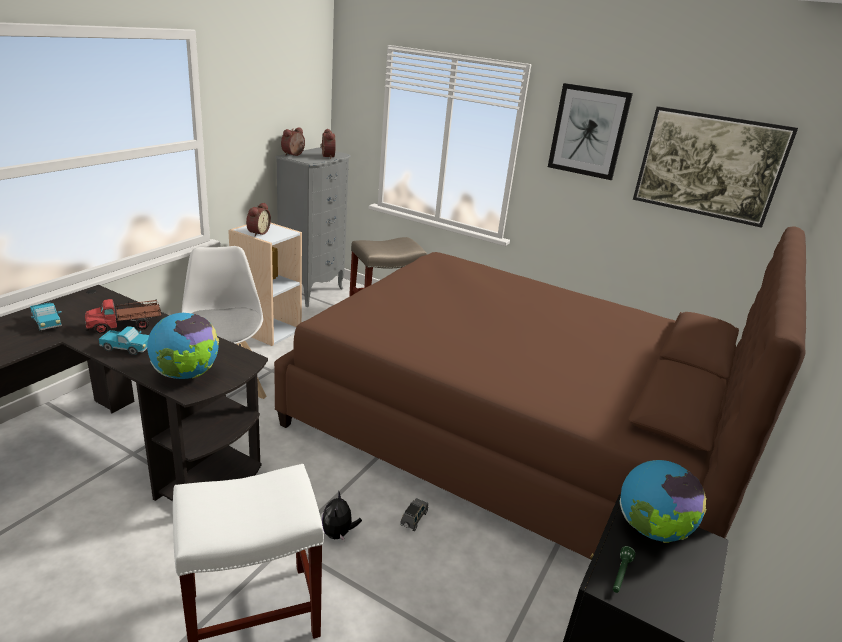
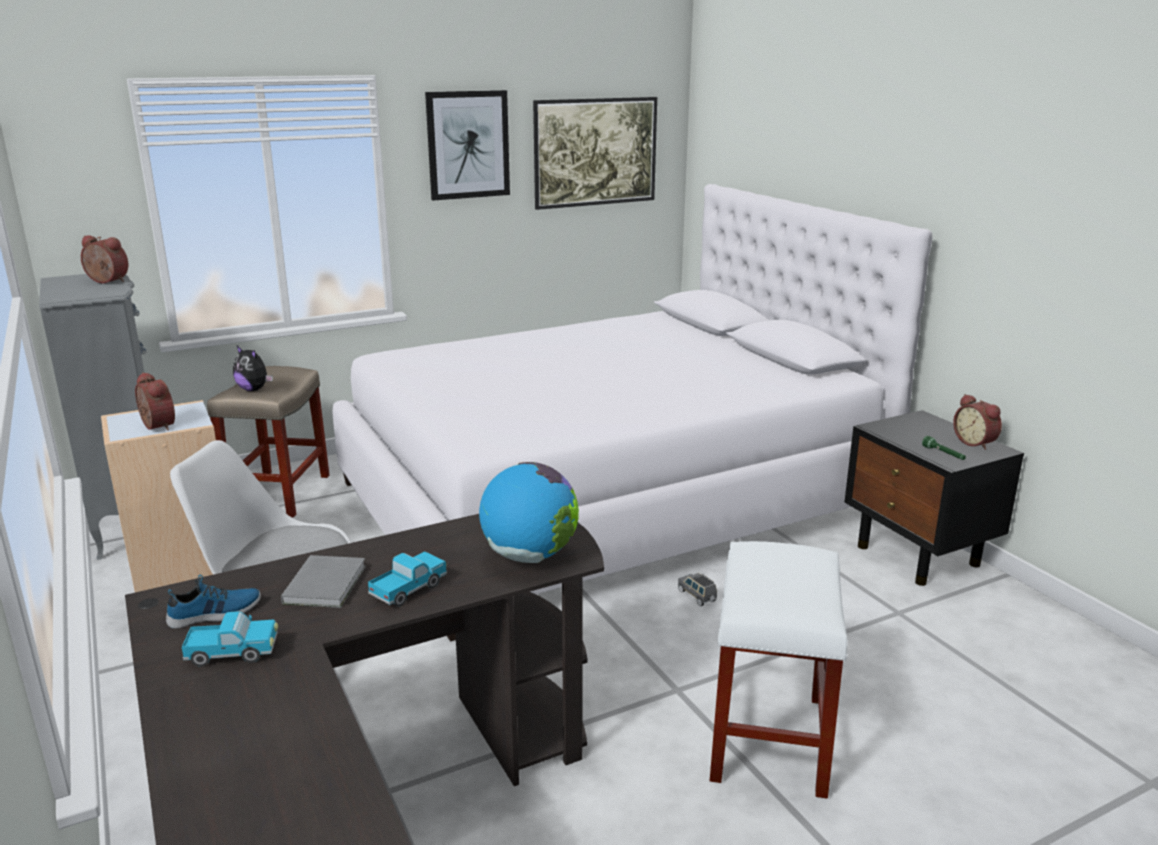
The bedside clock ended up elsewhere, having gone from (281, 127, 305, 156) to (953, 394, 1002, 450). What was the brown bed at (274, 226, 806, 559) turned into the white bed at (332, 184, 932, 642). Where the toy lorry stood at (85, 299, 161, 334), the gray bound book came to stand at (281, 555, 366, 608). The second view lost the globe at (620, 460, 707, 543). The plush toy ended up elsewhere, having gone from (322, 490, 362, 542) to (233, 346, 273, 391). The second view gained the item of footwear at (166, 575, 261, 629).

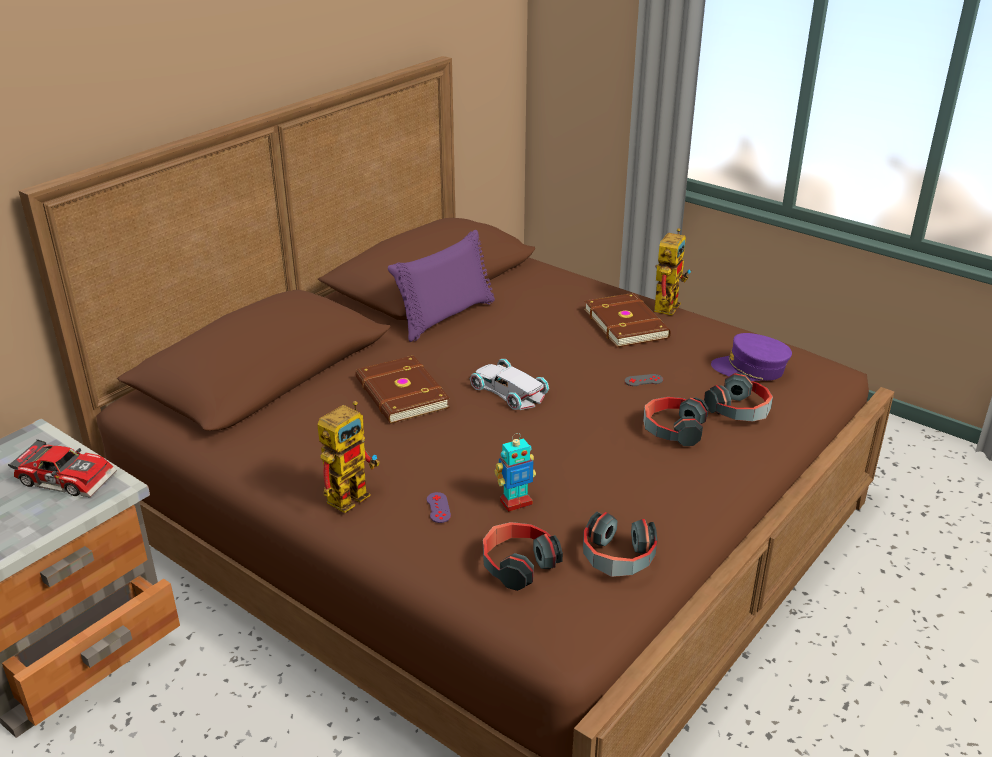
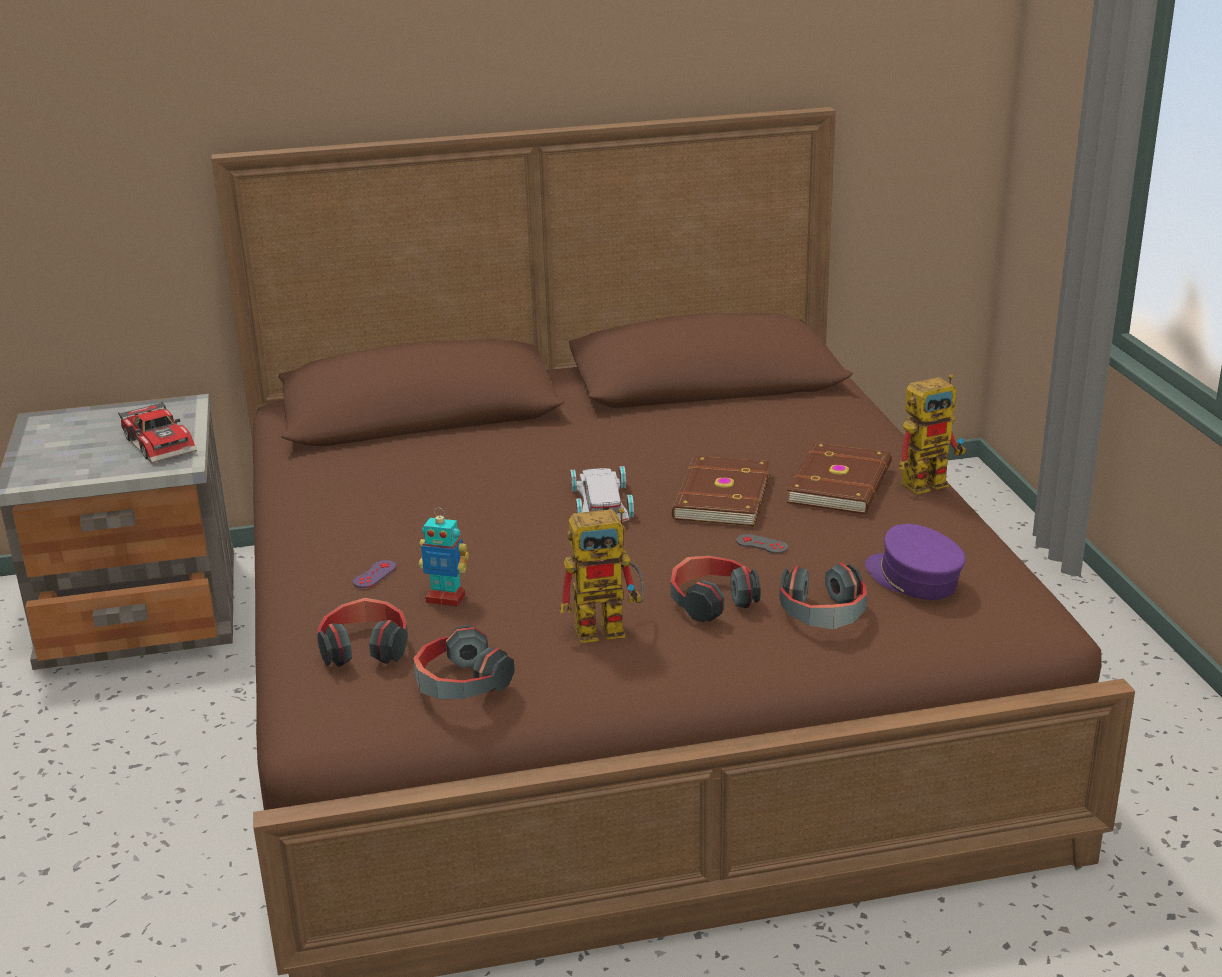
The second view lost the purple pillow at (388, 230, 495, 342). The brown bound book ended up elsewhere, having gone from (356, 355, 450, 424) to (672, 456, 771, 526). The toy robot ended up elsewhere, having gone from (317, 401, 380, 513) to (559, 507, 644, 643).

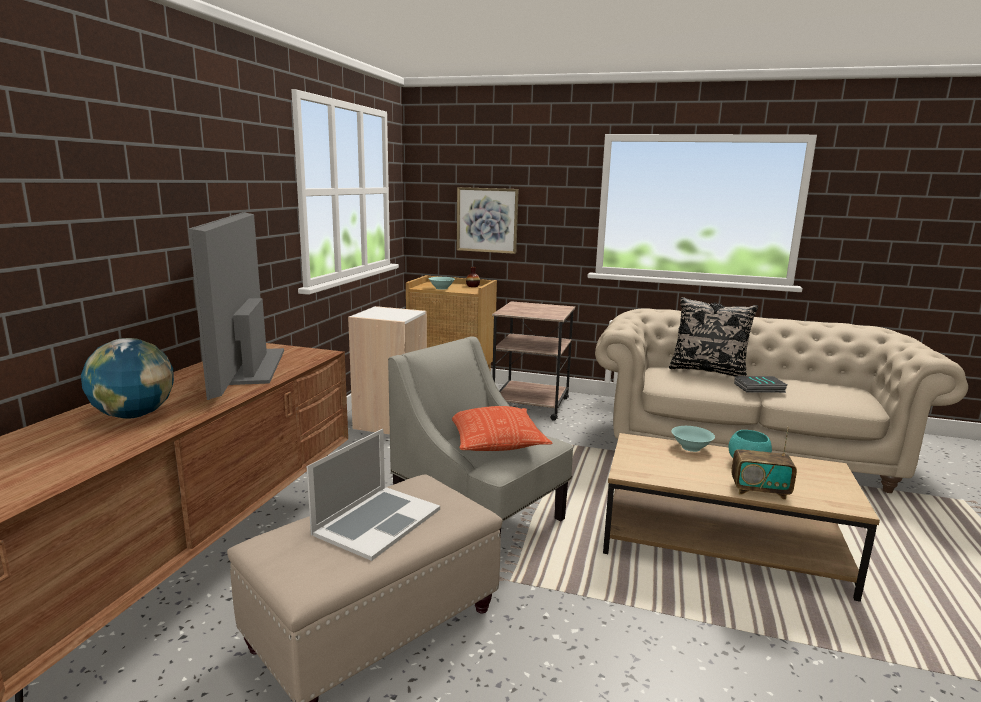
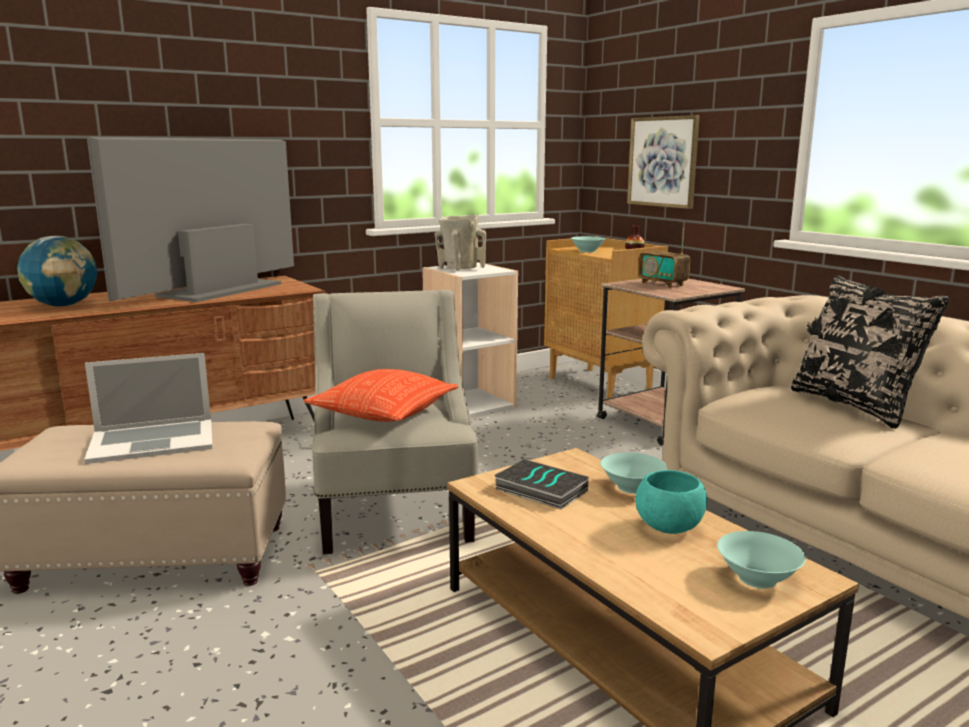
The bound book ended up elsewhere, having gone from (734, 376, 787, 393) to (494, 459, 589, 509). The radio receiver ended up elsewhere, having gone from (731, 427, 797, 500) to (638, 228, 690, 288). The second view gained the beige flower vase at (435, 214, 486, 270). The second view gained the blue-green serving bowl at (717, 531, 806, 589).

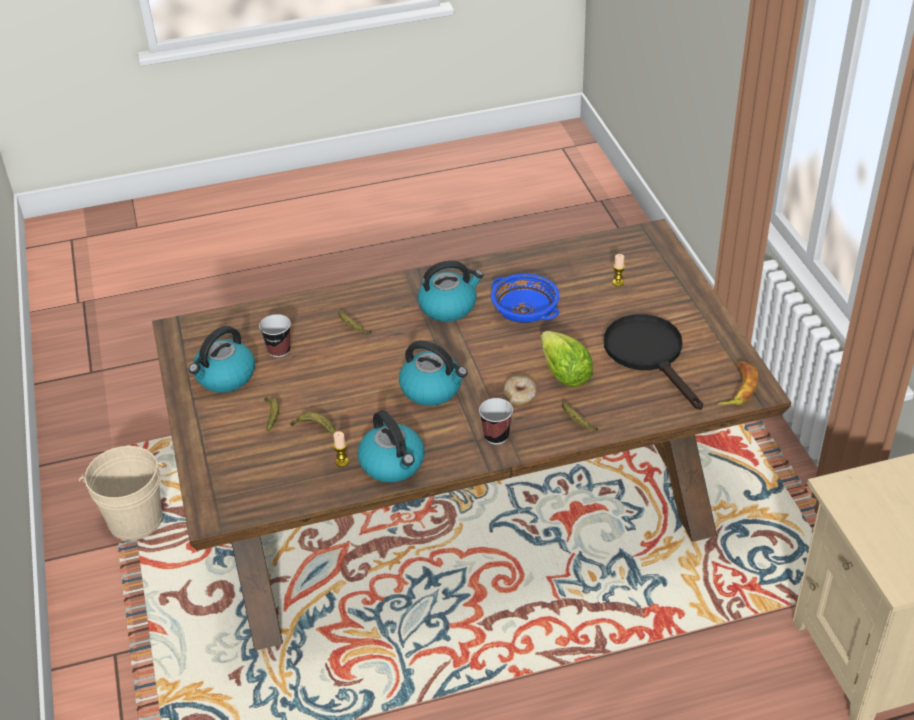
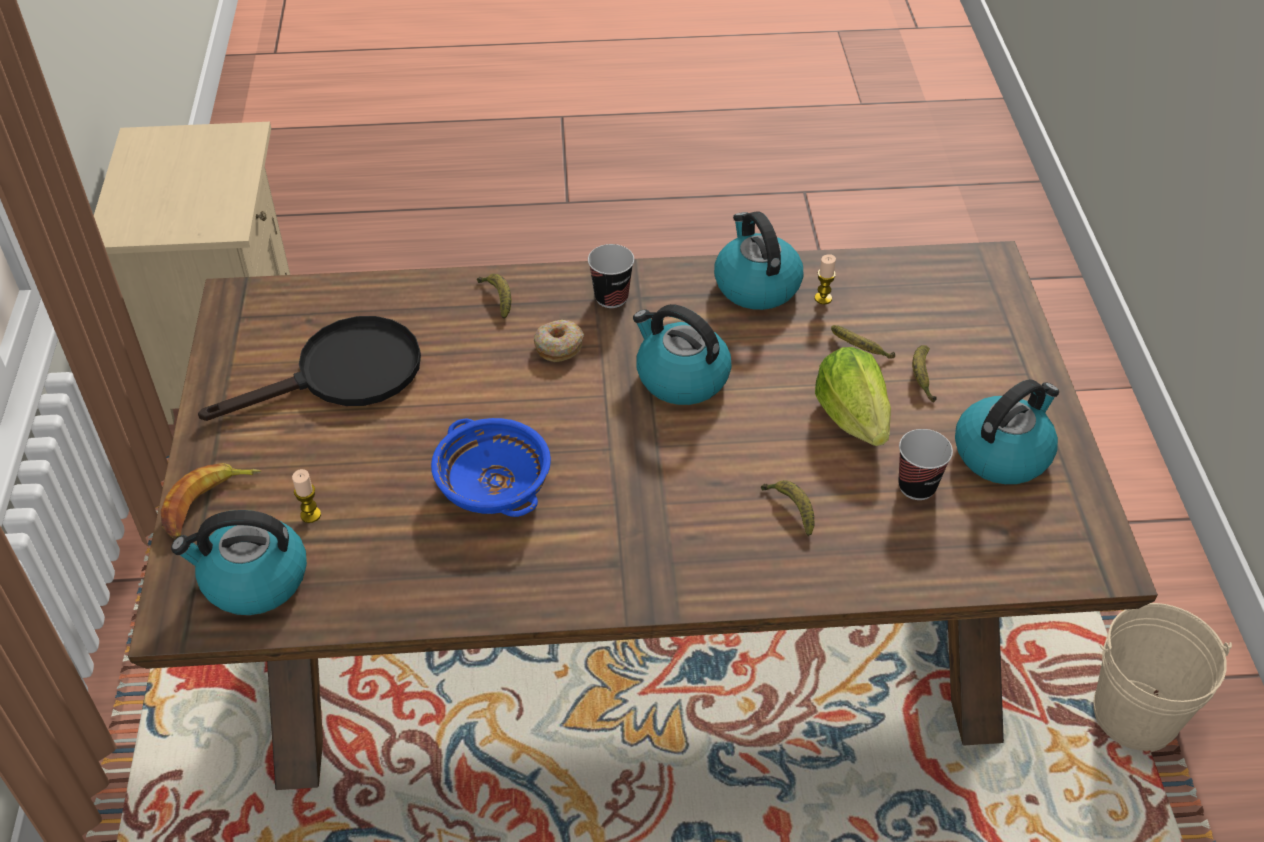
The kettle ended up elsewhere, having gone from (418, 260, 484, 322) to (171, 510, 307, 615). The black frying pan at (604, 314, 703, 410) ended up facing another way, 105 degrees counterclockwise from before. The lettuce head ended up elsewhere, having gone from (541, 331, 593, 387) to (815, 347, 891, 446). The banana fruit ended up elsewhere, having gone from (717, 361, 758, 406) to (161, 463, 262, 539).

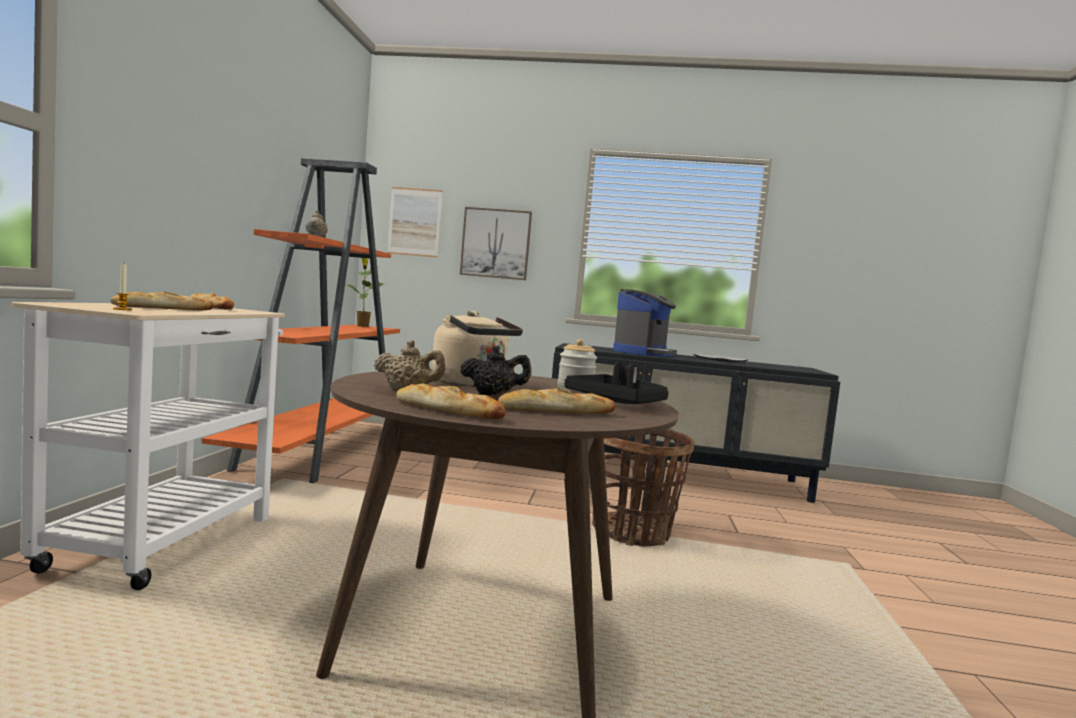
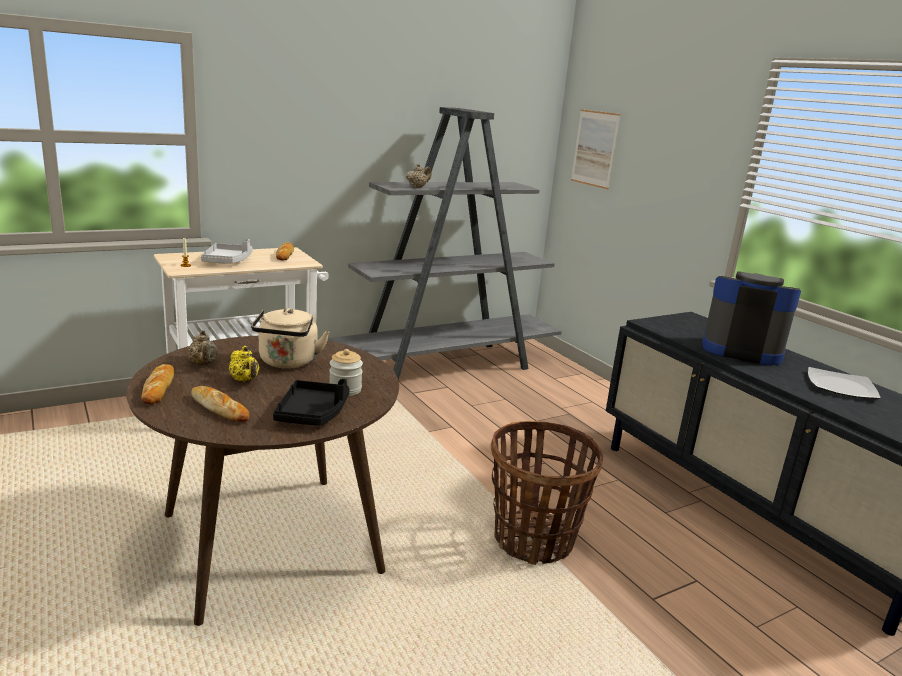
What was the orange-coloured bookcase at (201, 158, 400, 483) turned into the gray bookcase at (328, 107, 562, 381). The second view lost the wall art at (460, 207, 532, 280). The second view lost the potted plant at (345, 258, 386, 327). The coffee brewer at (613, 289, 677, 357) ended up facing another way, 150 degrees counterclockwise from before. Where the baked bread stood at (111, 292, 214, 311), the gray tray came to stand at (201, 239, 253, 264). What was the black pot for tea at (461, 346, 532, 396) turned into the yellow-coloured pot for tea at (229, 346, 259, 382).

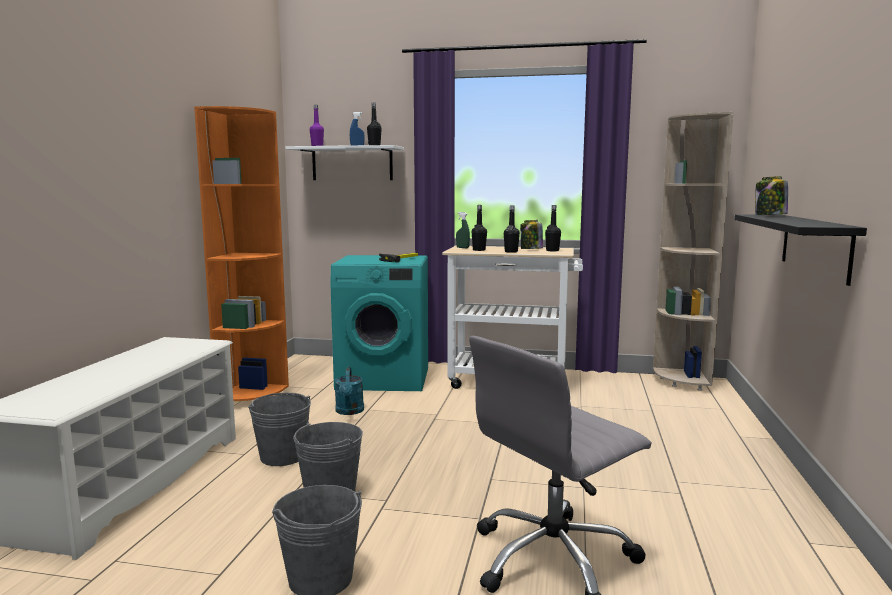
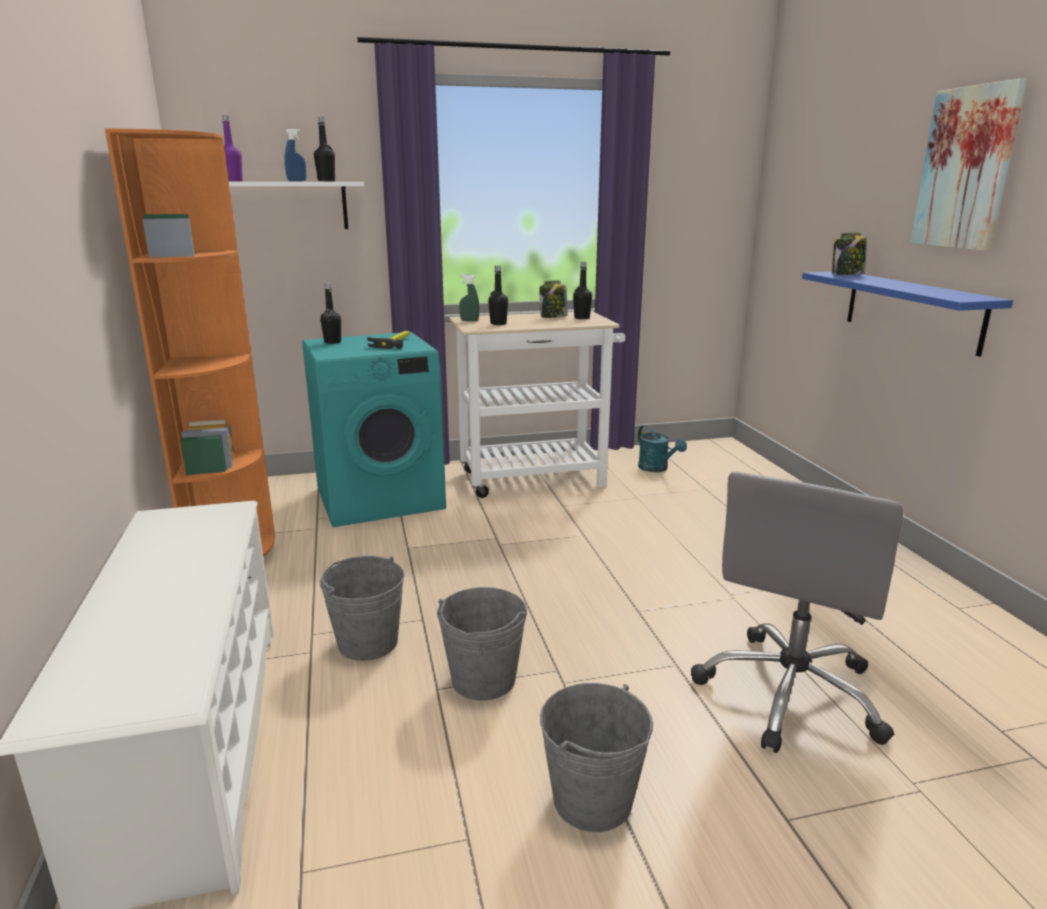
The second view lost the beige bookcase at (653, 112, 733, 391). The black drink bottle ended up elsewhere, having gone from (504, 205, 520, 253) to (320, 283, 341, 344). What was the black bracket shelf at (734, 214, 867, 286) turned into the blue bracket shelf at (802, 272, 1013, 357). The blue-green watering can ended up elsewhere, having gone from (335, 367, 364, 415) to (638, 425, 687, 472). The second view gained the wall art at (910, 78, 1027, 251).

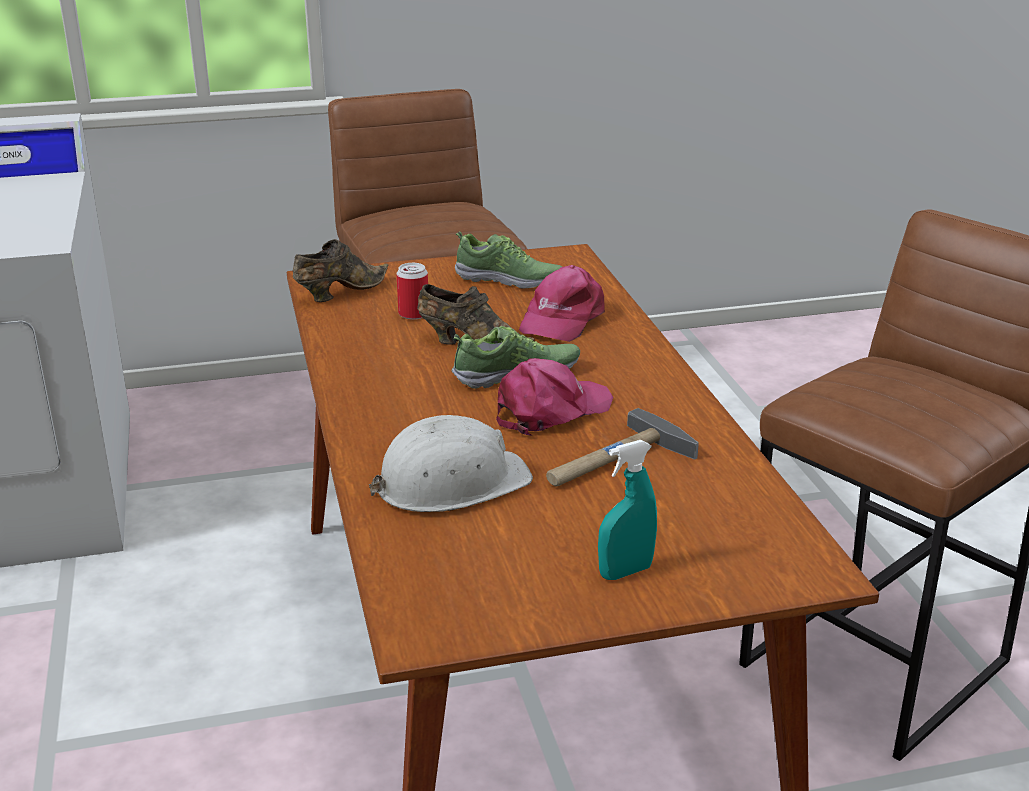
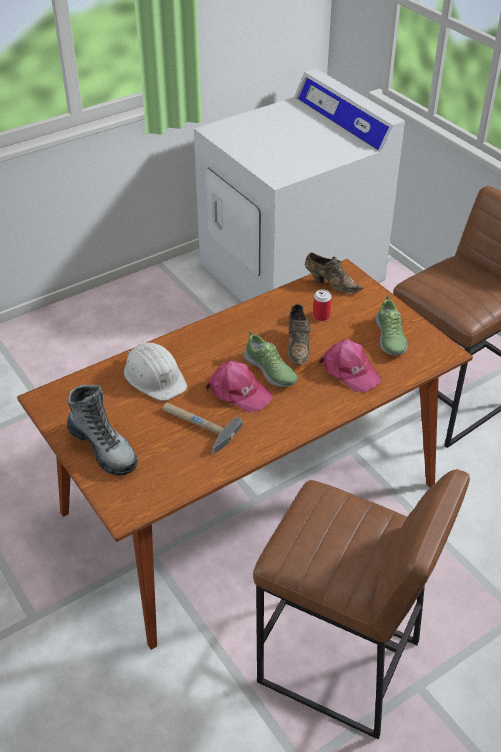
The pinkish peaked cap at (519, 265, 605, 342) ended up facing another way, 135 degrees counterclockwise from before. Where the blue-green spray bottle stood at (598, 440, 657, 580), the tall boot came to stand at (67, 384, 137, 476).

